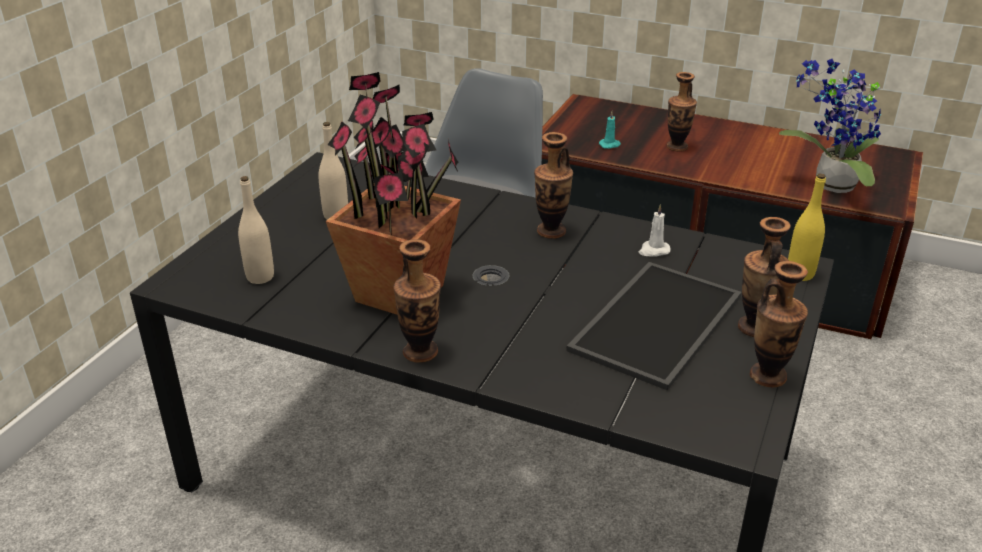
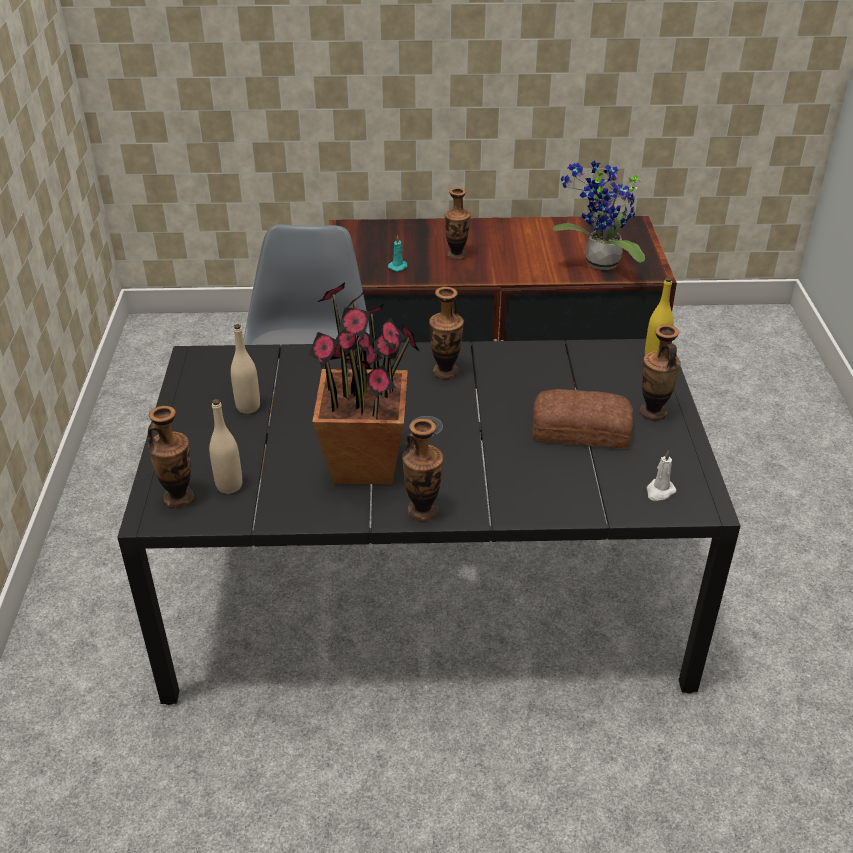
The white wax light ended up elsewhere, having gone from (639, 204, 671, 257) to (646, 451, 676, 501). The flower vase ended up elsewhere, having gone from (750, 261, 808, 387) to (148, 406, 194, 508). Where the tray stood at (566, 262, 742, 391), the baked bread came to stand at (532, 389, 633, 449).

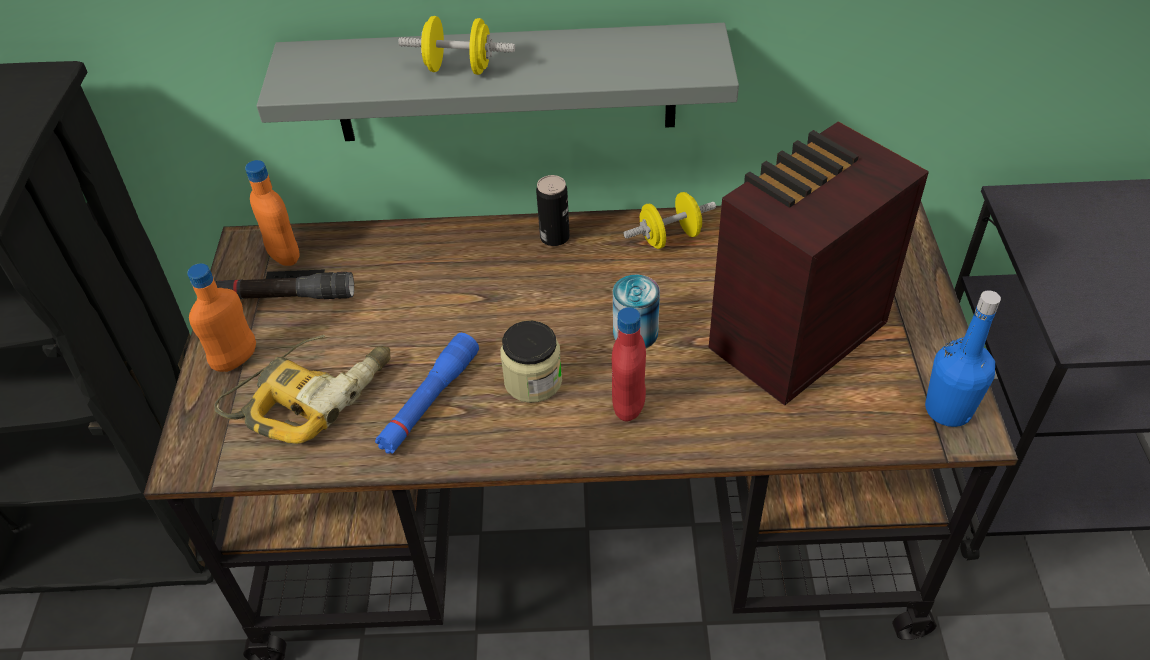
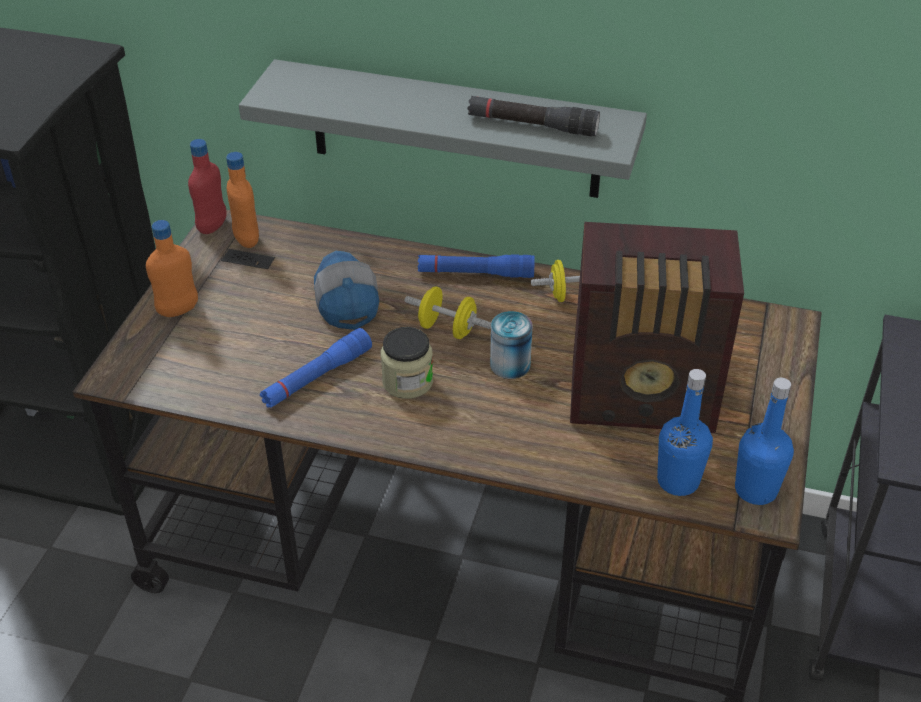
The yellow-coloured dumbbell ended up elsewhere, having gone from (398, 16, 515, 75) to (404, 287, 491, 339). The radio receiver at (709, 122, 929, 406) ended up facing another way, 150 degrees counterclockwise from before. Where the sealed can stood at (536, 175, 570, 246), the blue torch came to stand at (418, 254, 535, 278). The black torch ended up elsewhere, having gone from (216, 272, 354, 299) to (468, 96, 600, 137). The reddish drink bottle ended up elsewhere, having gone from (612, 307, 646, 422) to (188, 139, 227, 234). The second view lost the drill at (214, 335, 390, 444). The second view gained the peaked cap at (314, 251, 379, 330). The second view gained the blue drink bottle at (657, 369, 713, 496).

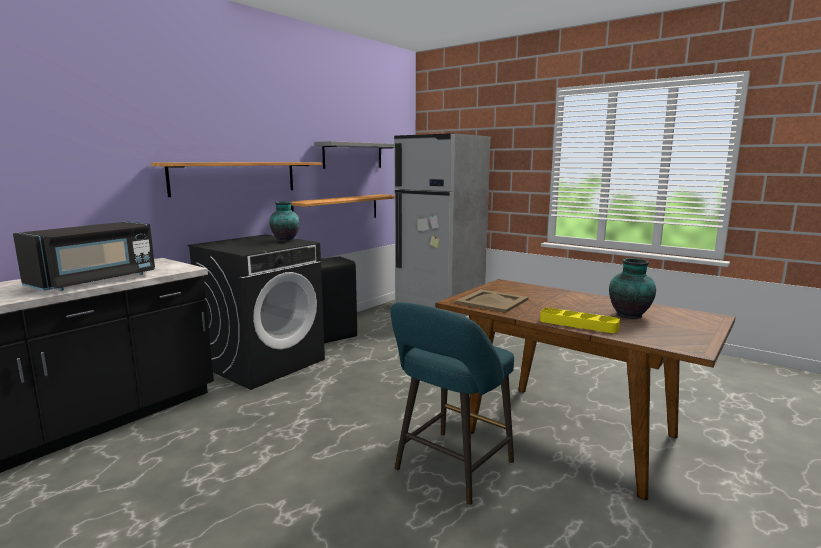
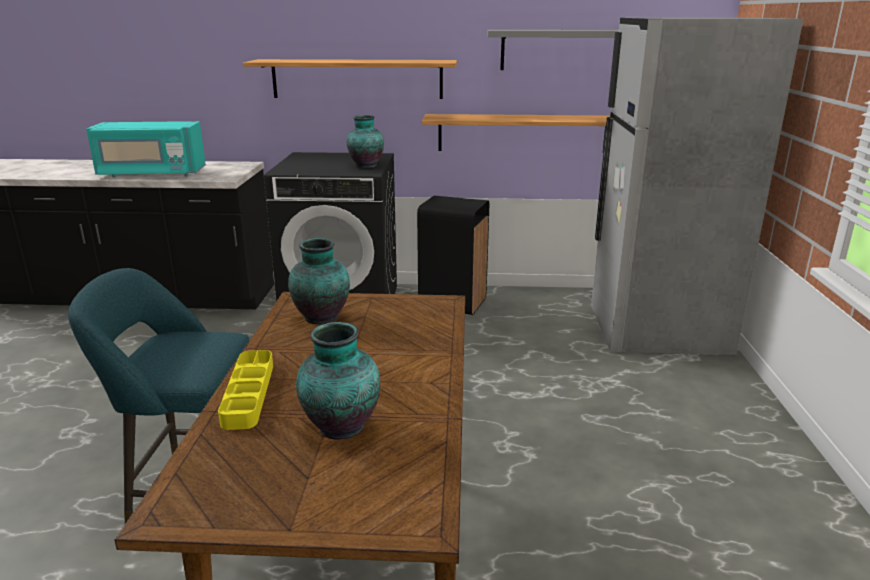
What was the black kitchen microwave at (13, 222, 155, 291) turned into the blue-green kitchen microwave at (86, 121, 206, 177). Where the beige tray stood at (456, 289, 529, 313), the flower vase came to stand at (288, 238, 350, 324).

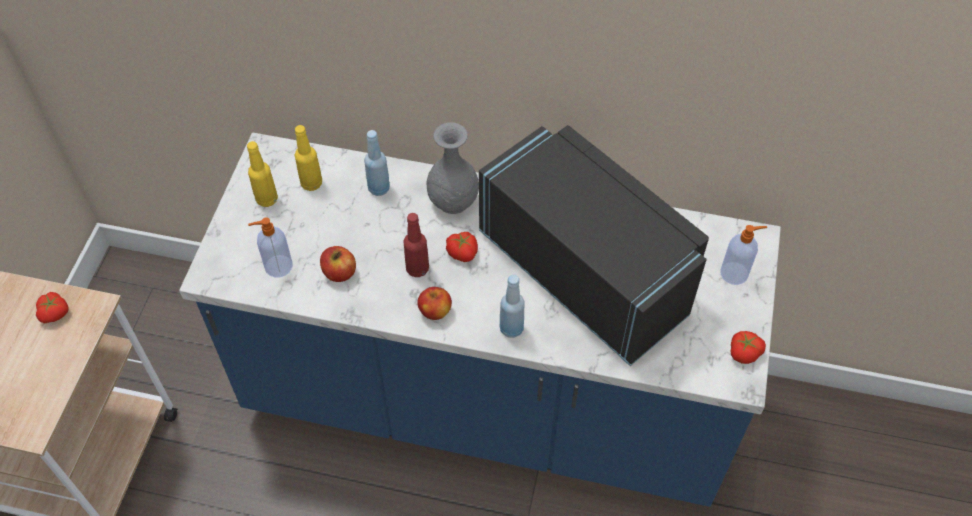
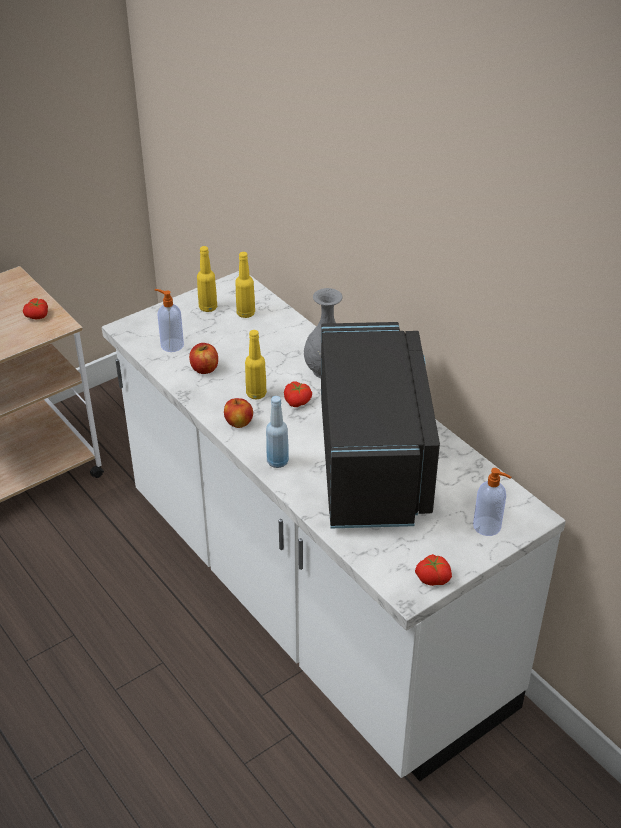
The second view lost the blue drink bottle at (364, 130, 390, 196). What was the blue kitchen counter at (179, 133, 781, 507) turned into the white kitchen counter at (102, 271, 566, 781). What was the reddish drink bottle at (403, 213, 429, 277) turned into the yellow-coloured drink bottle at (245, 330, 267, 400).

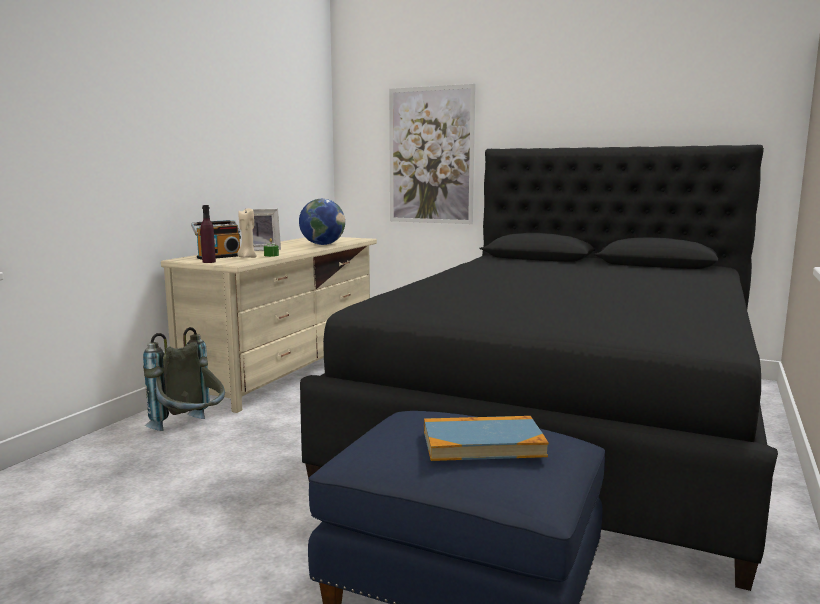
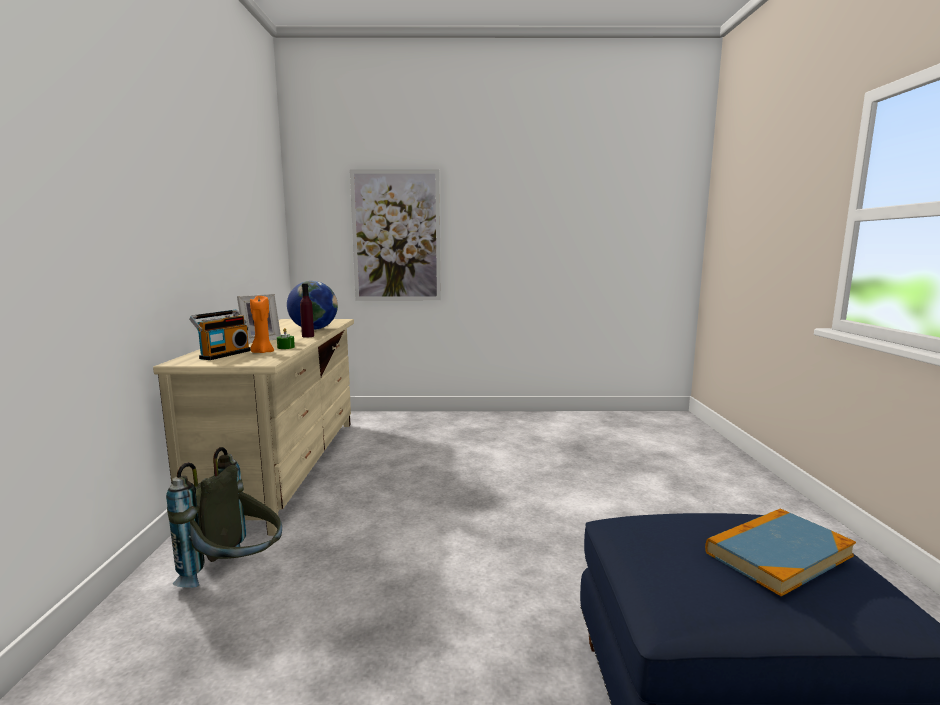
The second view lost the black bed at (300, 145, 778, 591). The purple drink bottle ended up elsewhere, having gone from (201, 205, 216, 263) to (300, 284, 314, 338). What was the beige wax light at (237, 208, 257, 258) turned into the orange-coloured wax light at (250, 296, 274, 353).

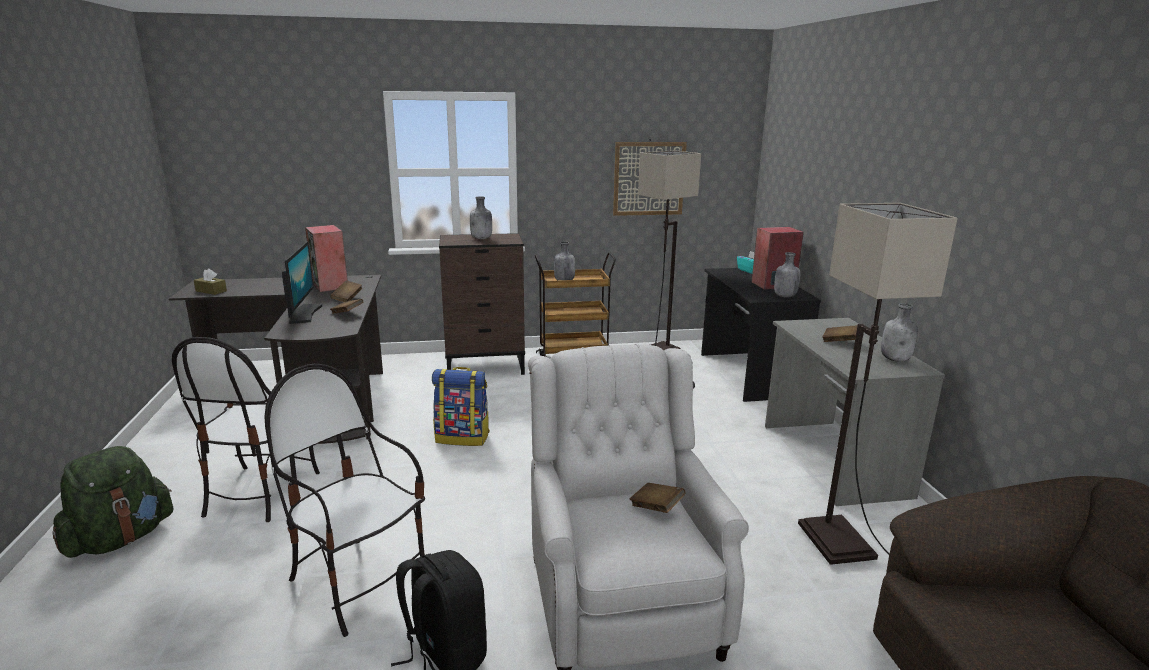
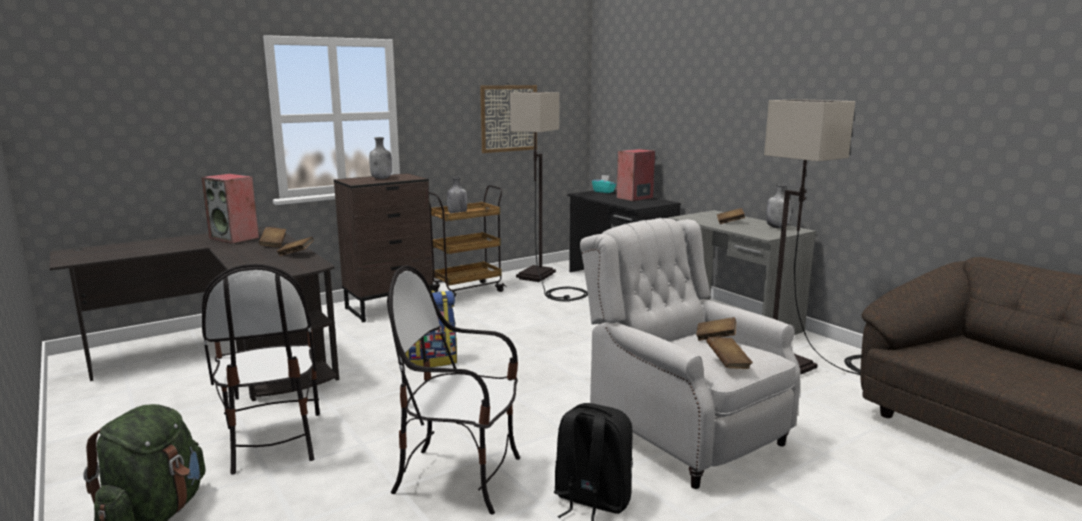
The second view lost the monitor at (282, 241, 322, 324). The second view lost the gray drink bottle at (774, 252, 800, 298). The second view lost the brown tissue box at (194, 268, 227, 295). The second view gained the brown bound book at (706, 337, 753, 369).

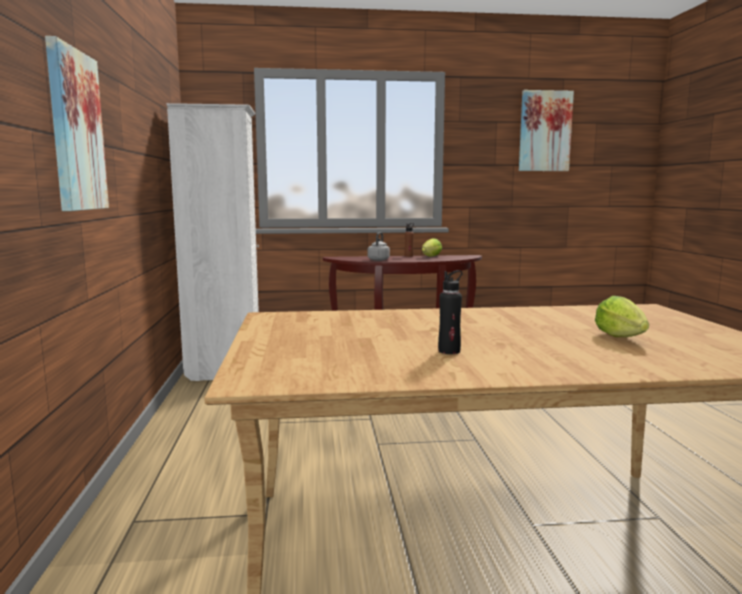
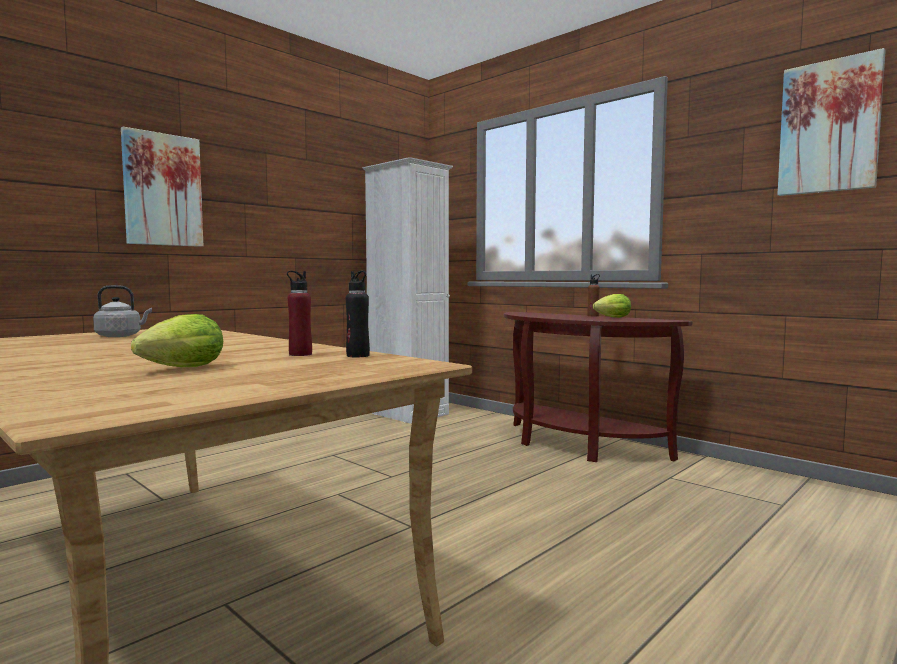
The gray kettle ended up elsewhere, having gone from (367, 232, 390, 261) to (93, 285, 152, 337). The black drink bottle ended up elsewhere, having gone from (438, 270, 463, 354) to (346, 271, 370, 357). The second view gained the reddish drink bottle at (287, 271, 312, 356).

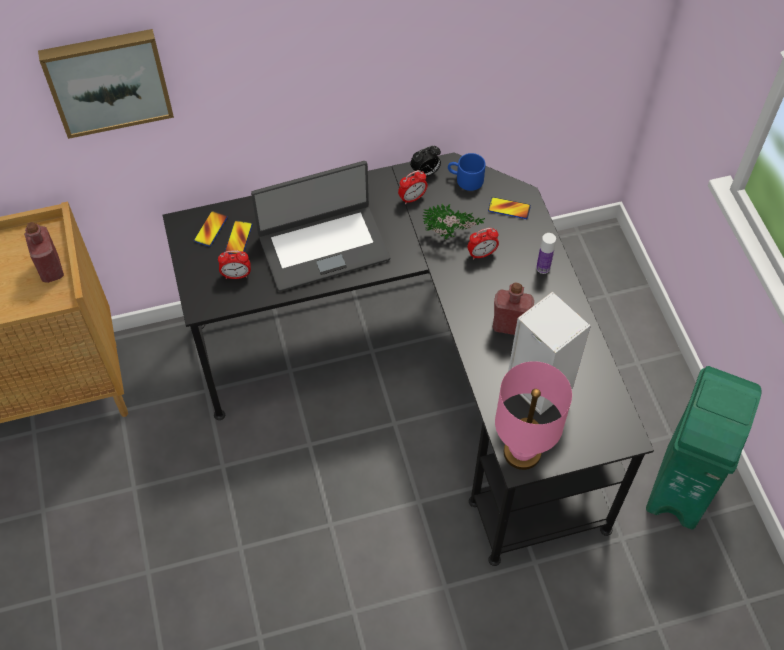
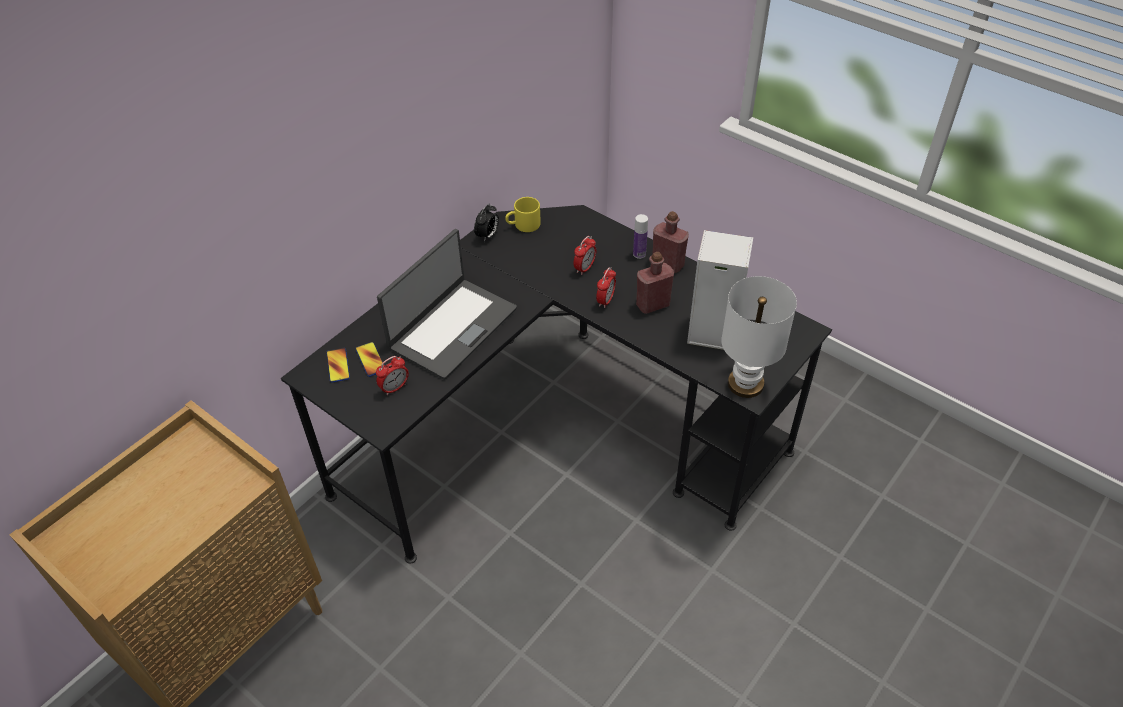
The second view lost the wall art at (38, 29, 174, 139). What was the blue mug at (448, 153, 486, 191) turned into the yellow-coloured mug at (505, 197, 541, 232). The bedside clock ended up elsewhere, having gone from (398, 170, 428, 205) to (596, 267, 616, 308). The second view lost the phone at (488, 197, 531, 219). The second view lost the potted plant at (423, 203, 485, 239). The reddish drink bottle ended up elsewhere, having gone from (24, 222, 64, 283) to (652, 211, 689, 273). What was the pinkish lamp for a table at (495, 361, 572, 470) turned into the white lamp for a table at (721, 276, 797, 398). The second view lost the greenish rubbish bin at (646, 366, 761, 529).

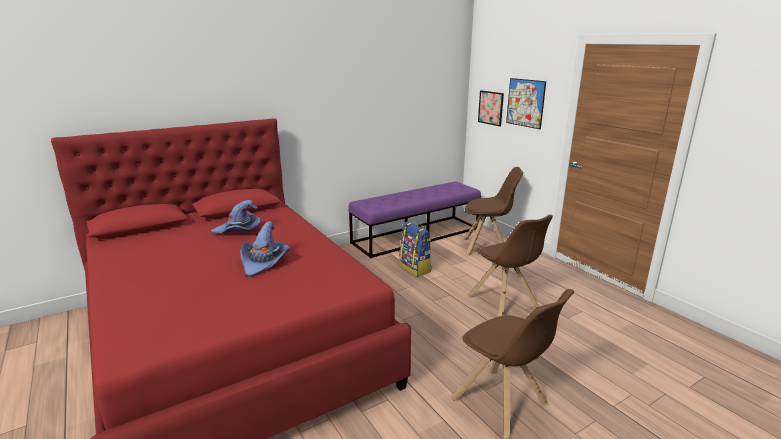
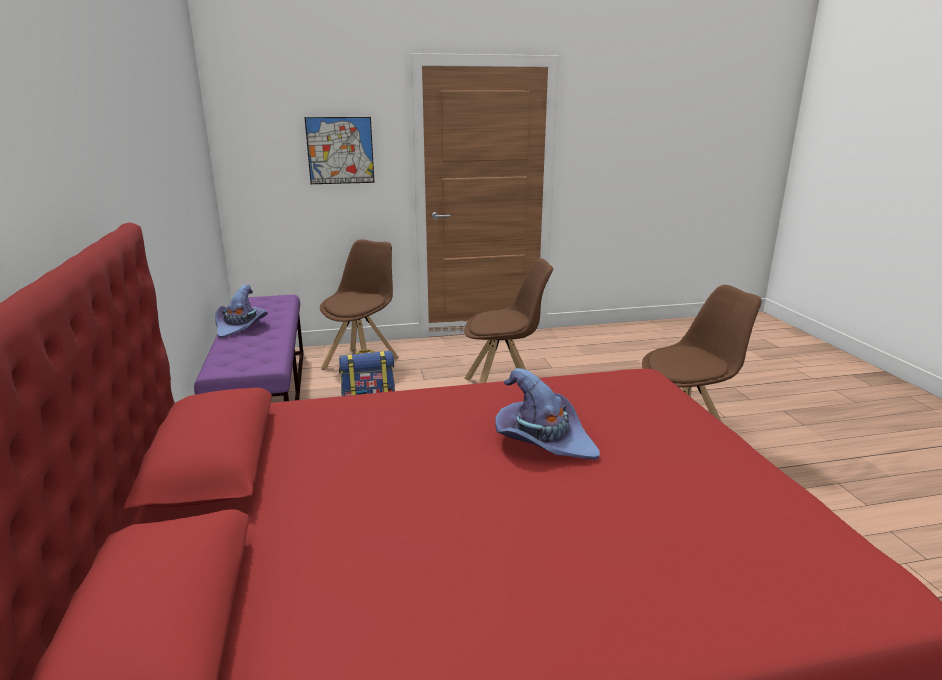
The second view lost the wall art at (478, 90, 504, 126). The purple hat ended up elsewhere, having gone from (211, 200, 261, 233) to (215, 285, 268, 338).

